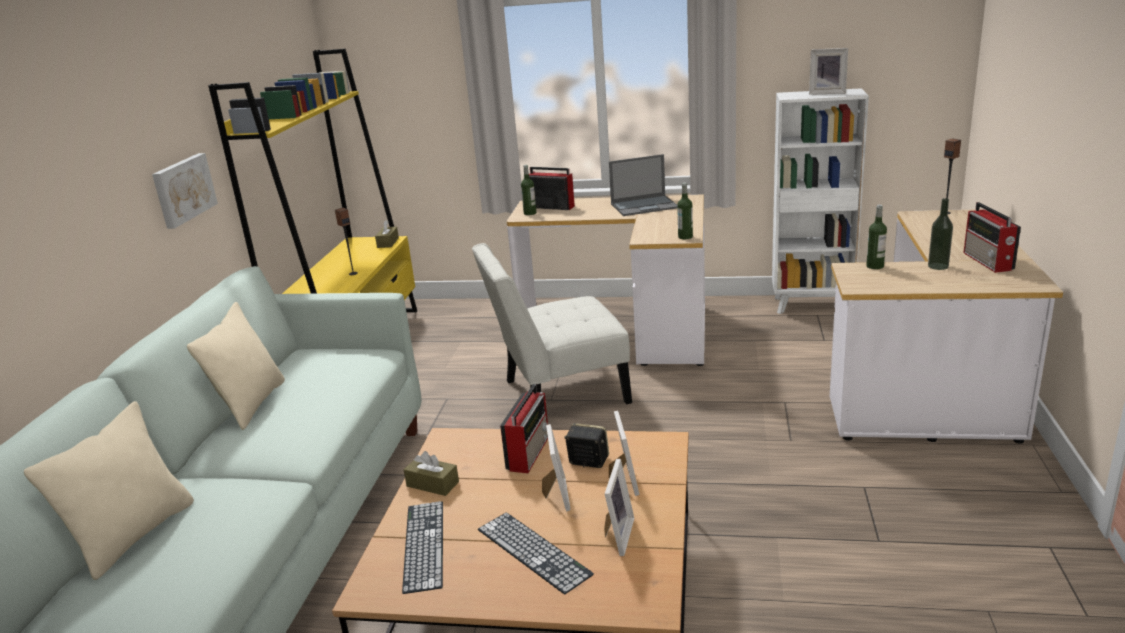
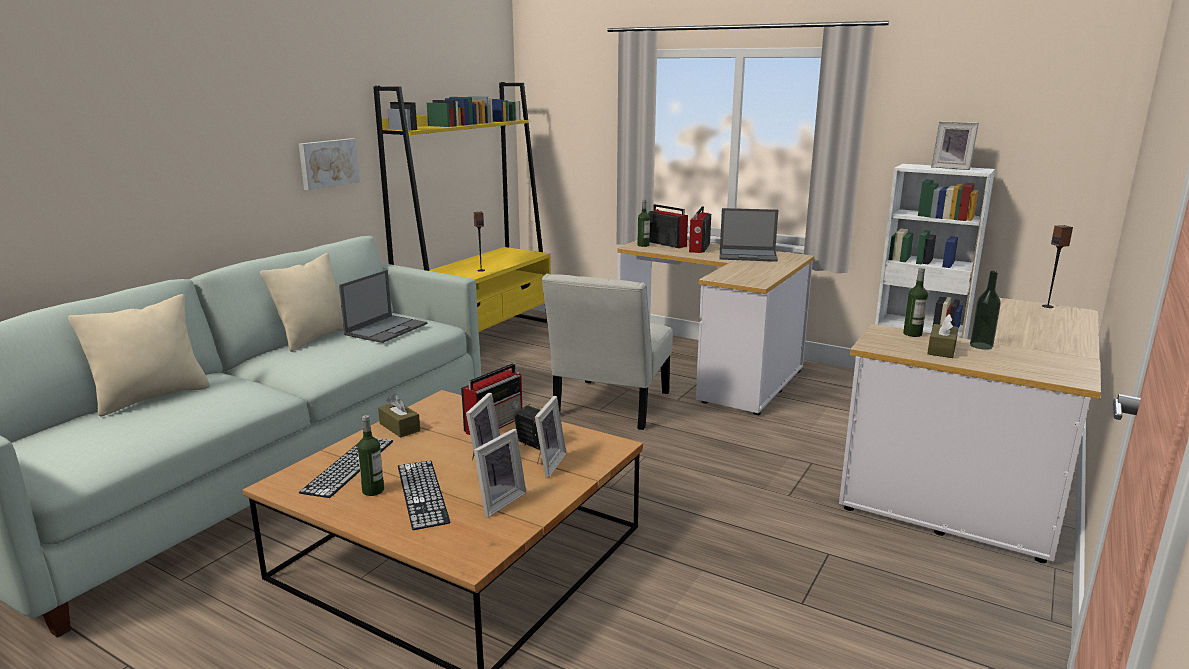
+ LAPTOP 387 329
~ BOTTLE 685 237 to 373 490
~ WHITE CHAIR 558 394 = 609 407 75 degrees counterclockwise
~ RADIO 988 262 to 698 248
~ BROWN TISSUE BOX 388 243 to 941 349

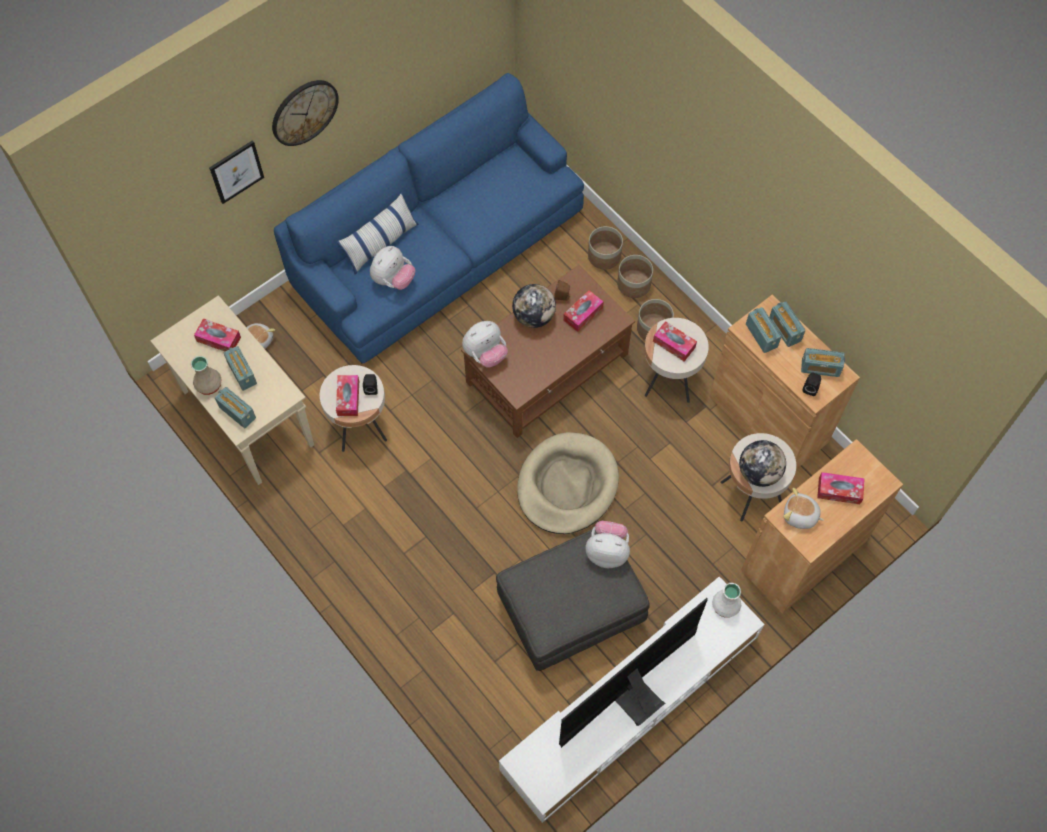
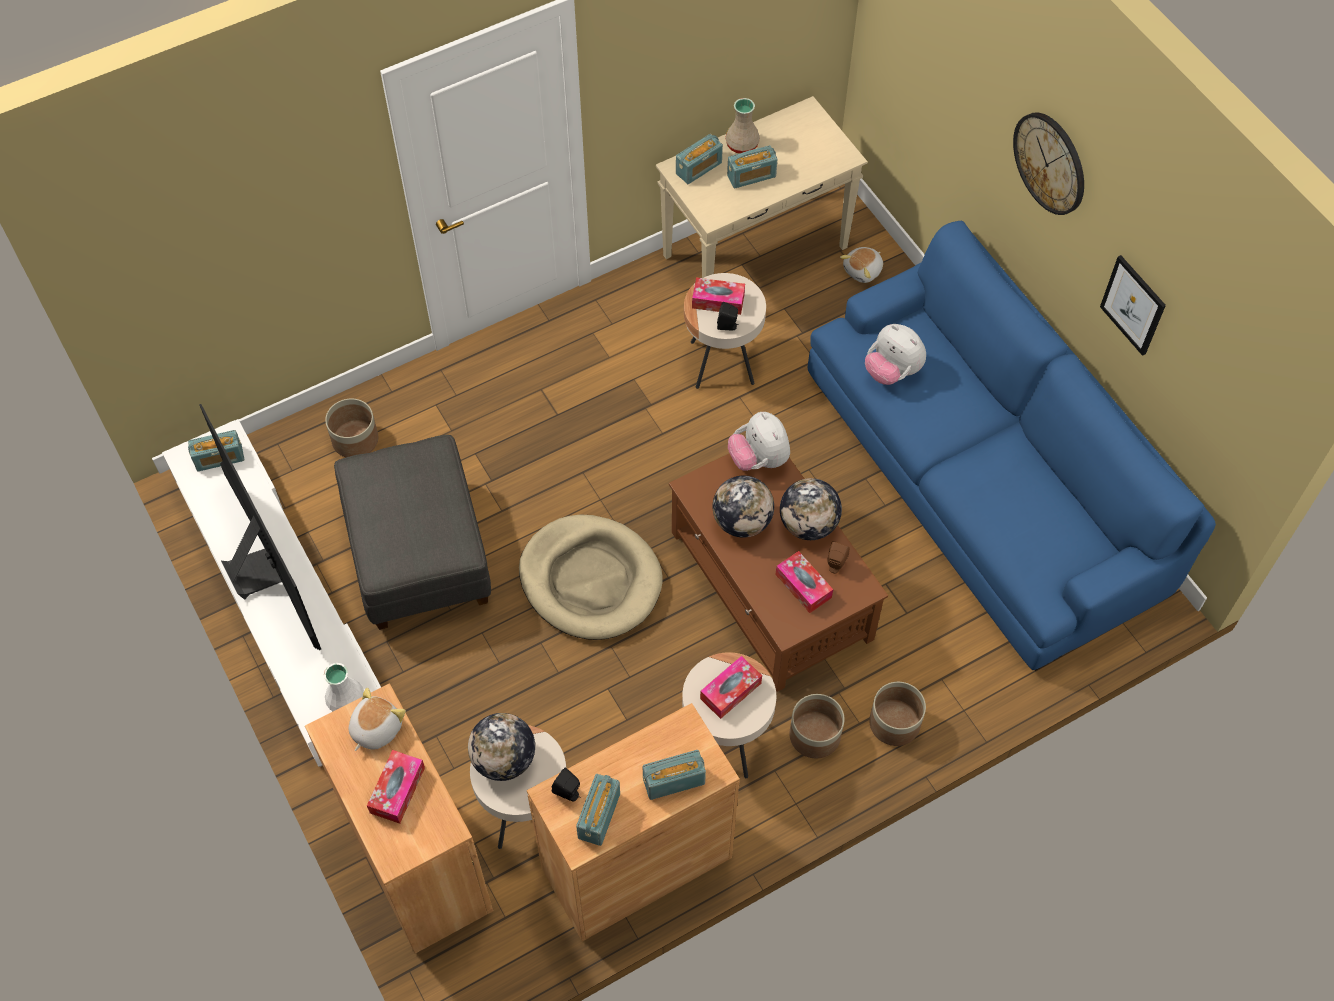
~ RADIO 761 335 to 219 458
~ PLANTER 604 256 to 355 440
+ GLOBE 742 521
~ PICTURE 236 171 to 1133 305
- TISSUE BOX 218 339
- PILLOW 380 243
- PLUSH TOY 607 551

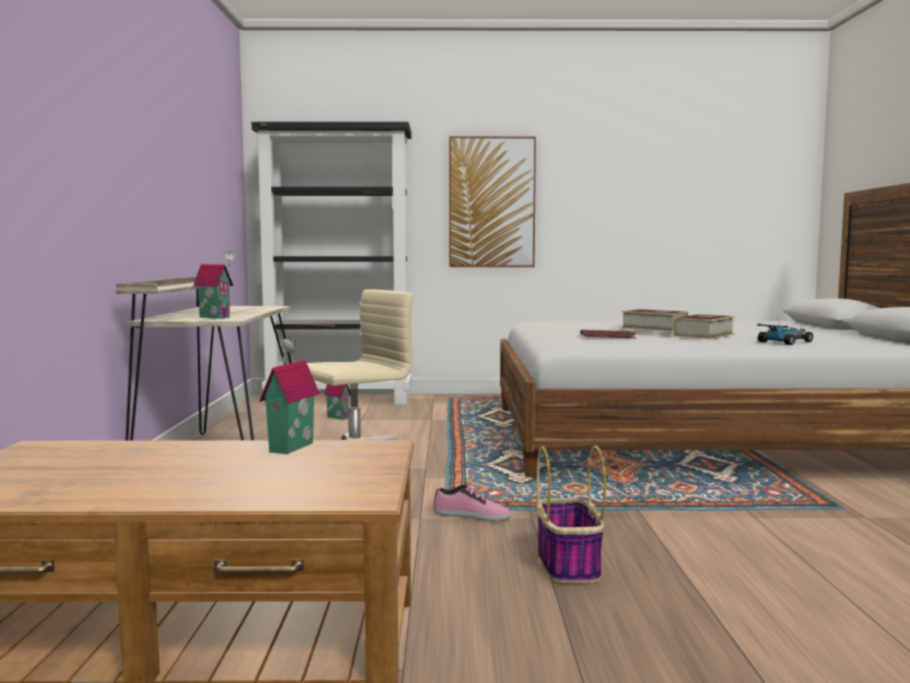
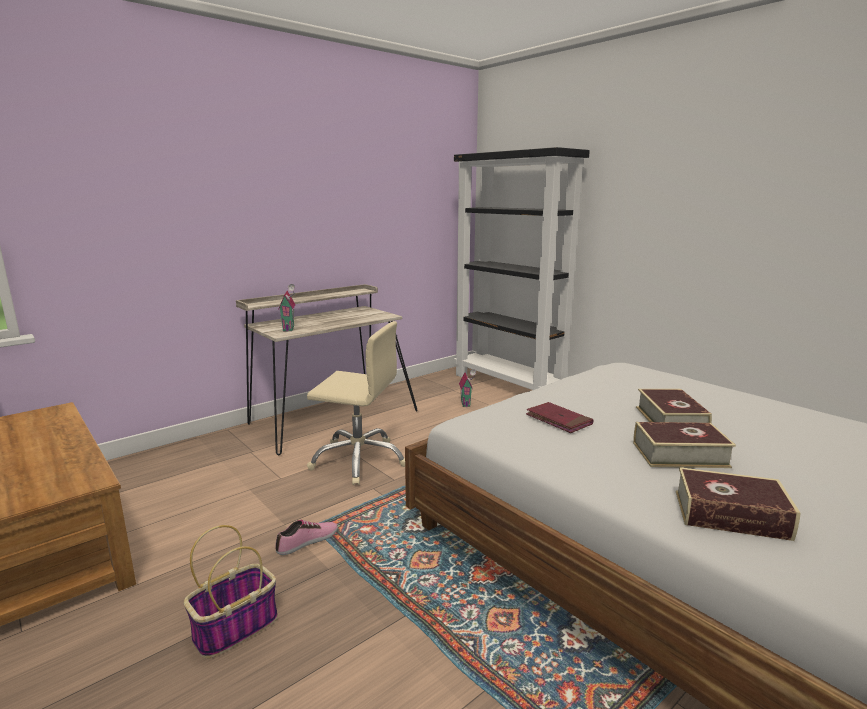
~ SHOE 471 516 = 308 541 105 degrees counterclockwise
~ TOY CAR 785 342 to BOOK 730 515
- TOY HOUSE 289 447
- PICTURE 491 202

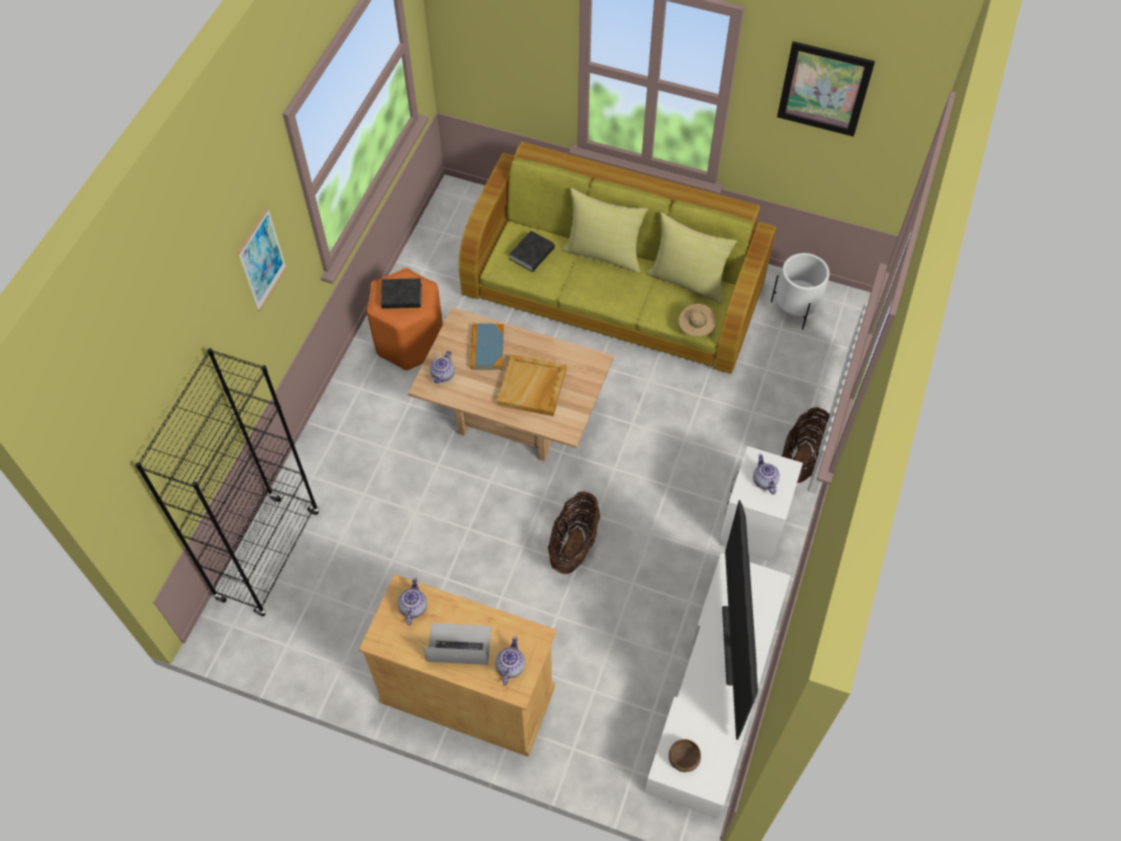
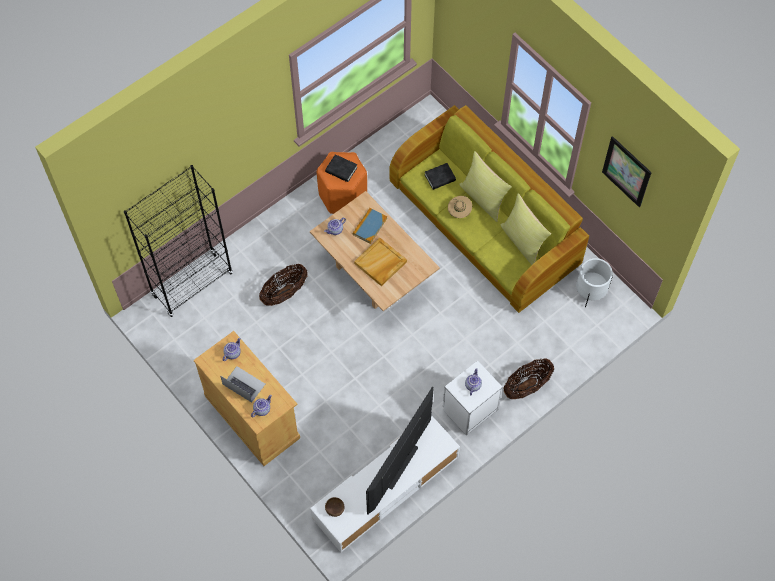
~ BASKET 573 545 to 284 292
~ BEIGE HAT 695 329 to 459 211
- PICTURE 262 259

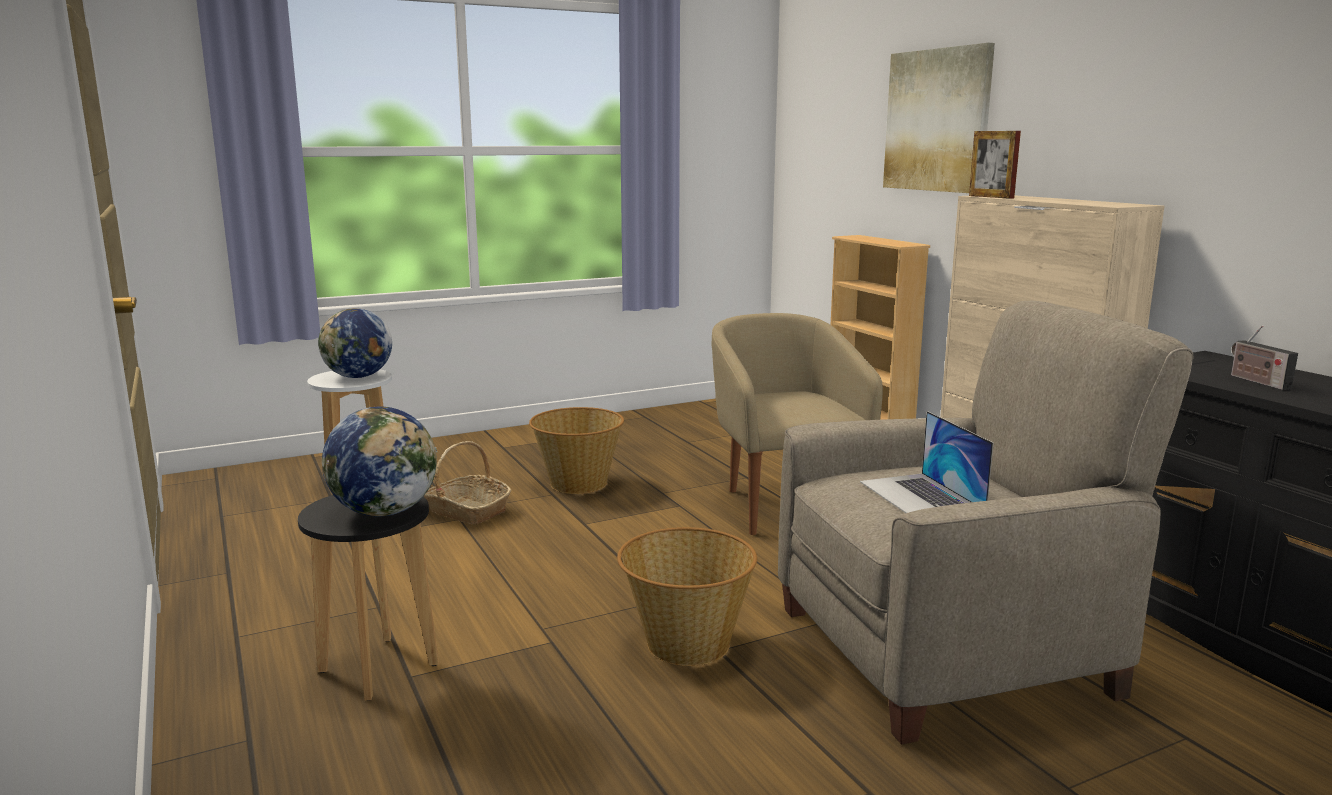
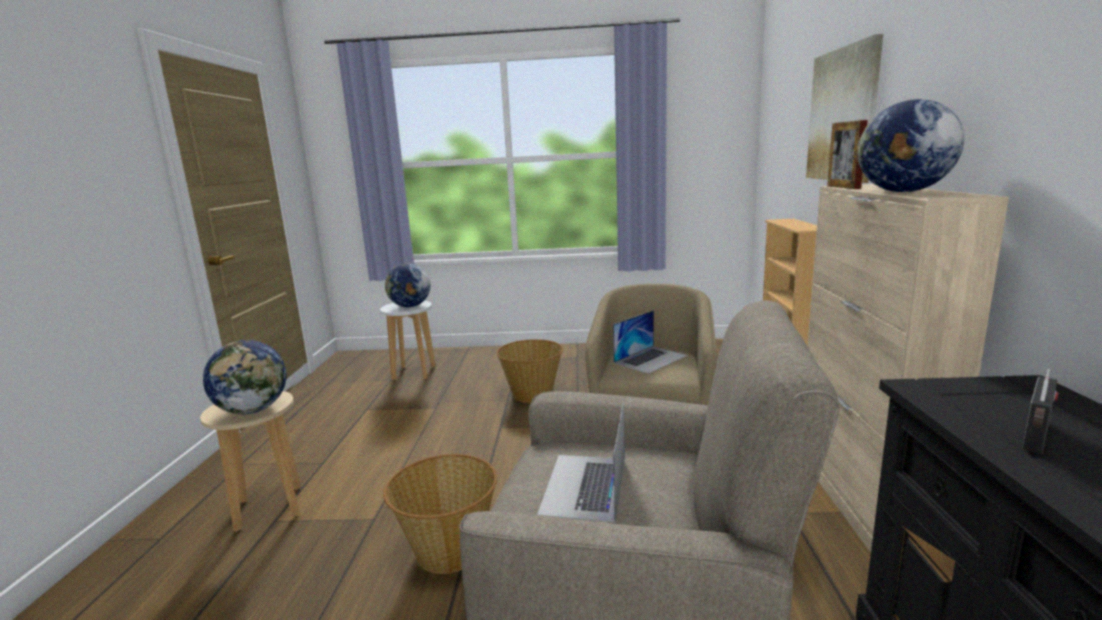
~ BLACK STOOL 378 668 to BEIGE STOOL 269 508
+ LAPTOP 650 359
+ GLOBE 902 192
~ RADIO 1256 381 = 1037 437 150 degrees counterclockwise
- BASKET 467 511

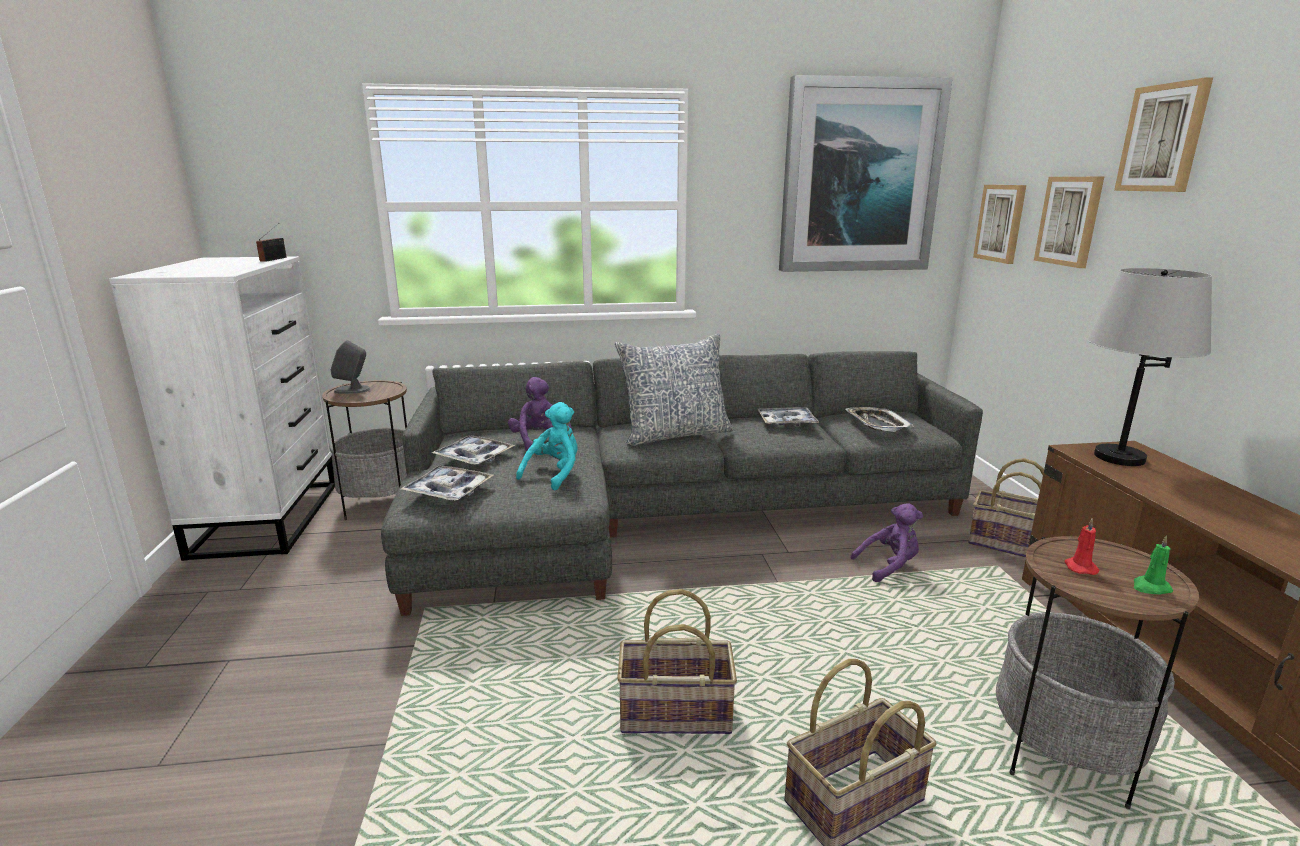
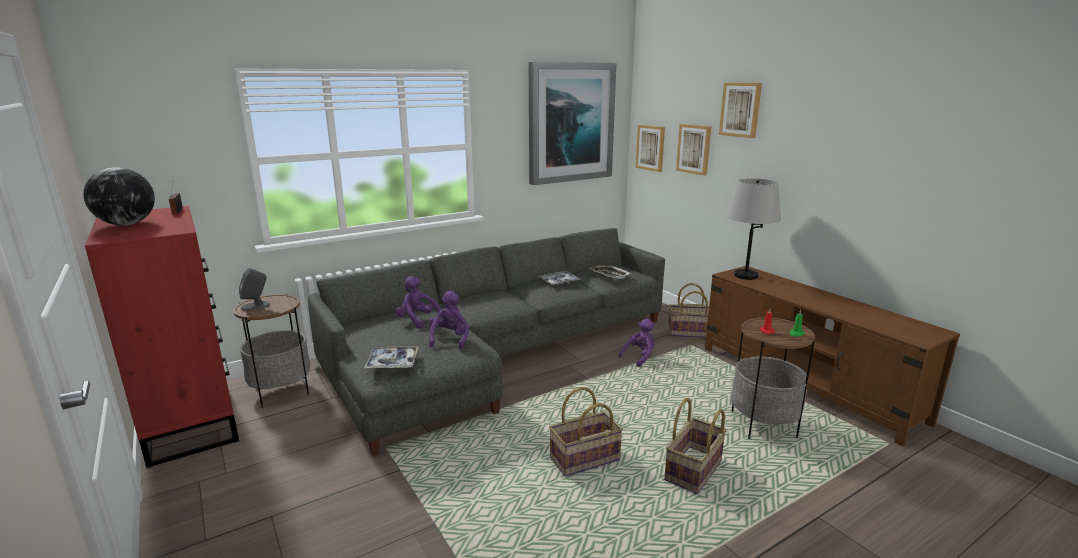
+ GLOBE 126 224
~ WHITE DRESSER 268 517 to RED DRESSER 191 420
~ TURQUOISE PLUSH TOY 554 474 to PURPLE PLUSH TOY 449 339
- TRAY 474 457
- PILLOW 675 434

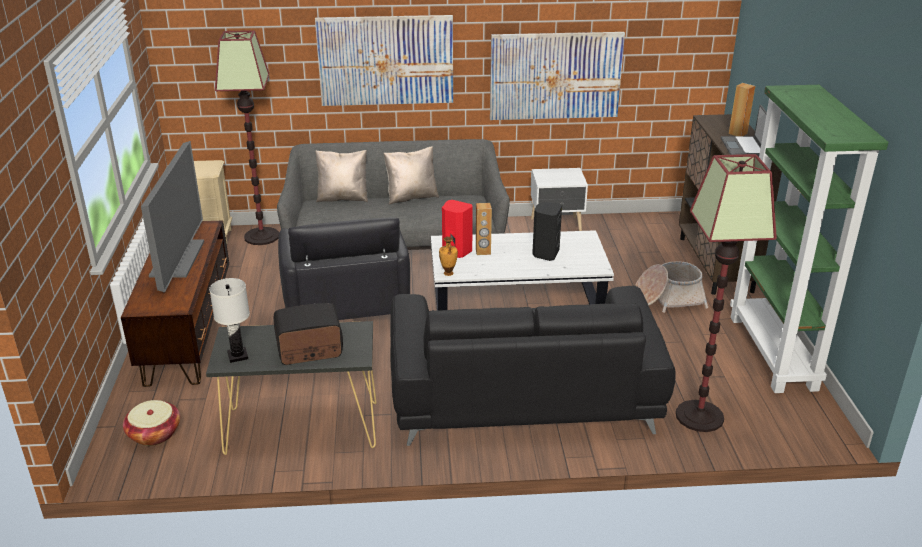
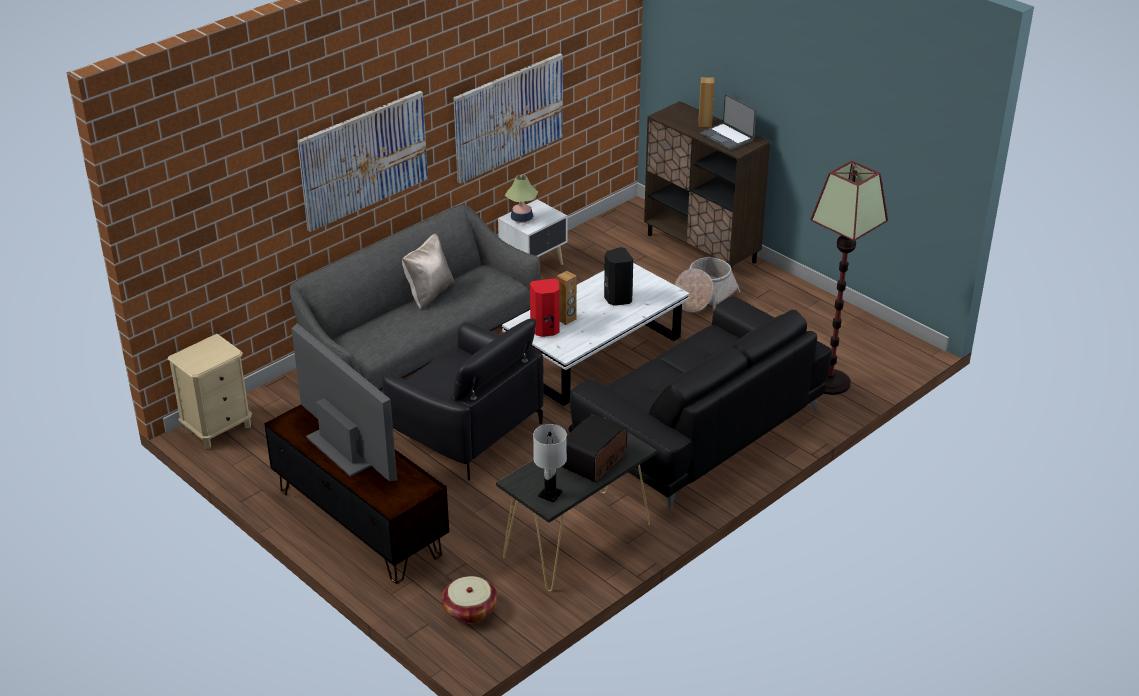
+ TABLE LAMP 521 219
- FLOOR LAMP 262 236
- BEIGE PILLOW 343 198
- VASE 448 273
- GREEN BOOKCASE 773 353

